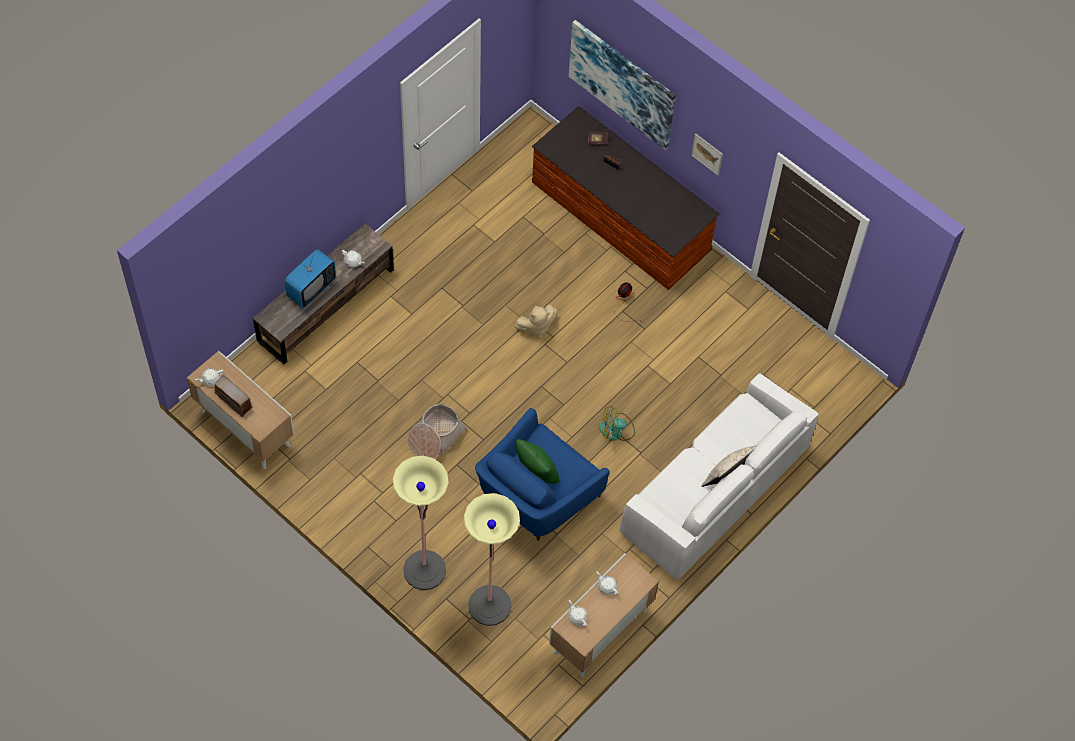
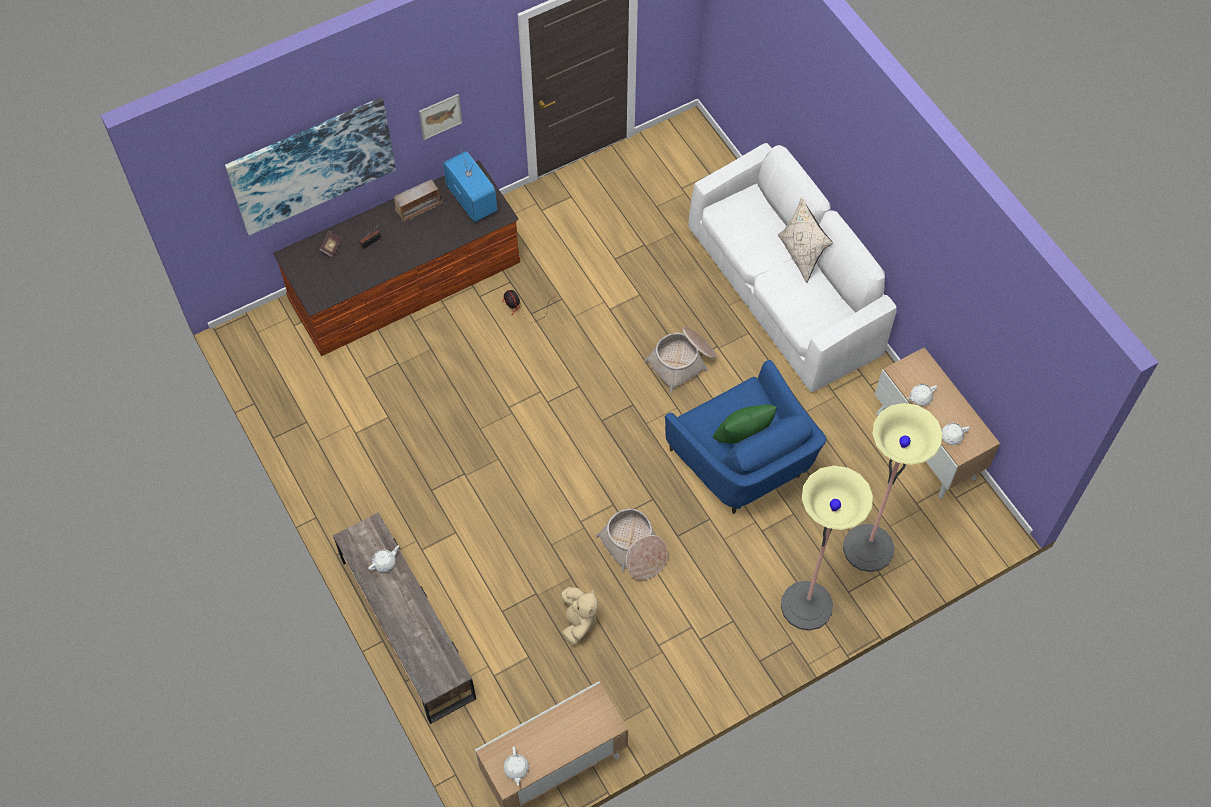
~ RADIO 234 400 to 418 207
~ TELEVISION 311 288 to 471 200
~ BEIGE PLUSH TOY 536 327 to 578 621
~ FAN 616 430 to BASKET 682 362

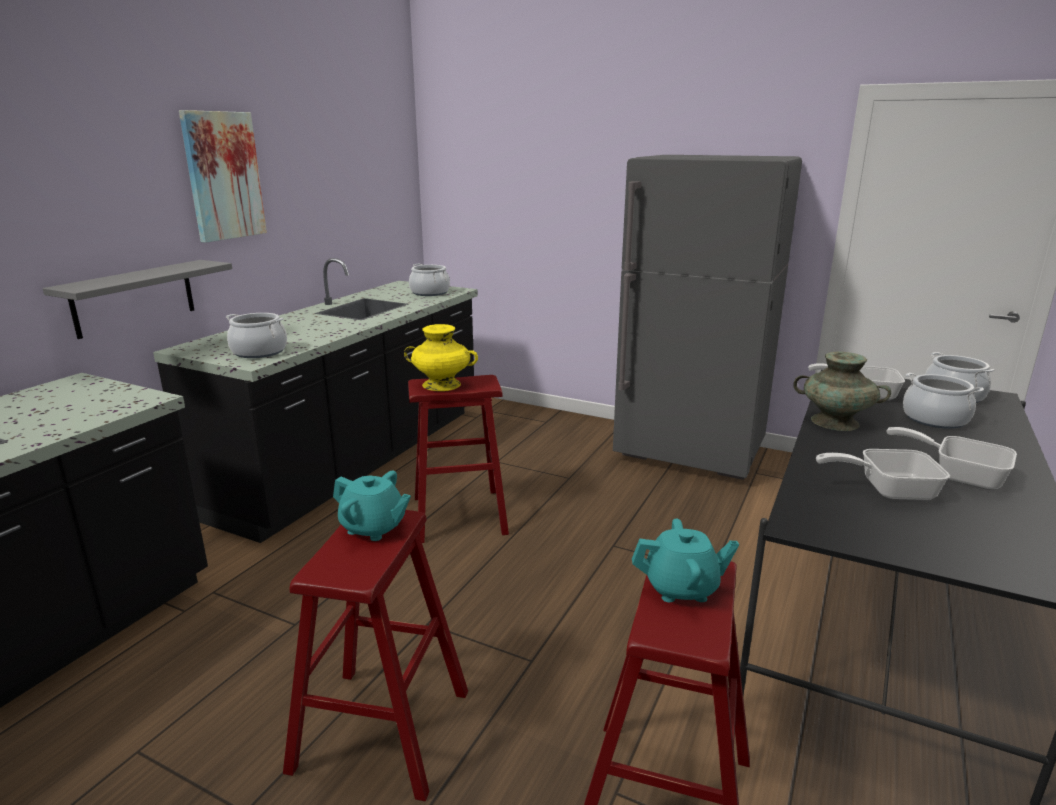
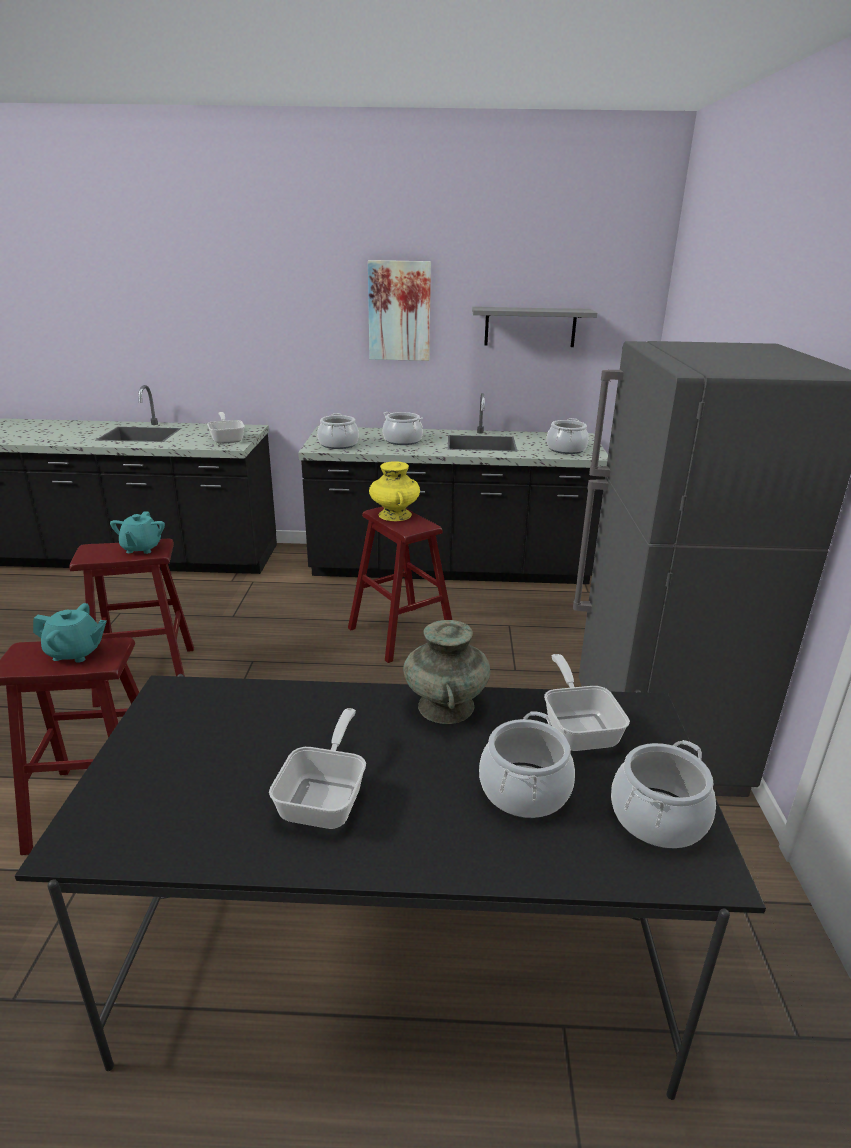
~ TURQUOISE TEAPOT 681 588 = 75 653 60 degrees counterclockwise
~ FRYING PAN 887 490 to 227 439
+ COOKING POT 402 441
~ GREY SHELF 134 298 to 530 327

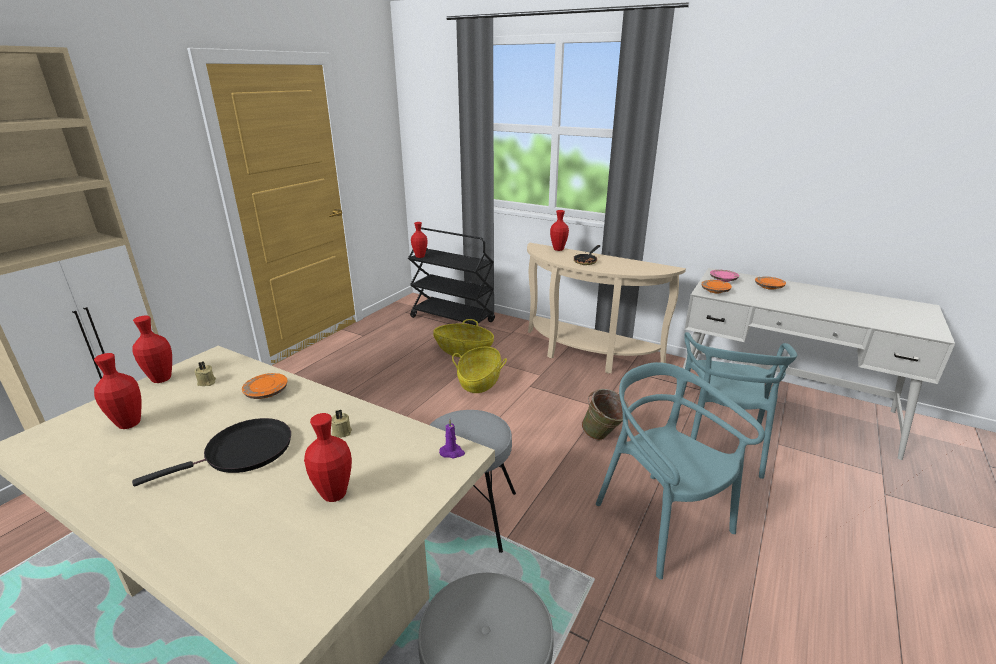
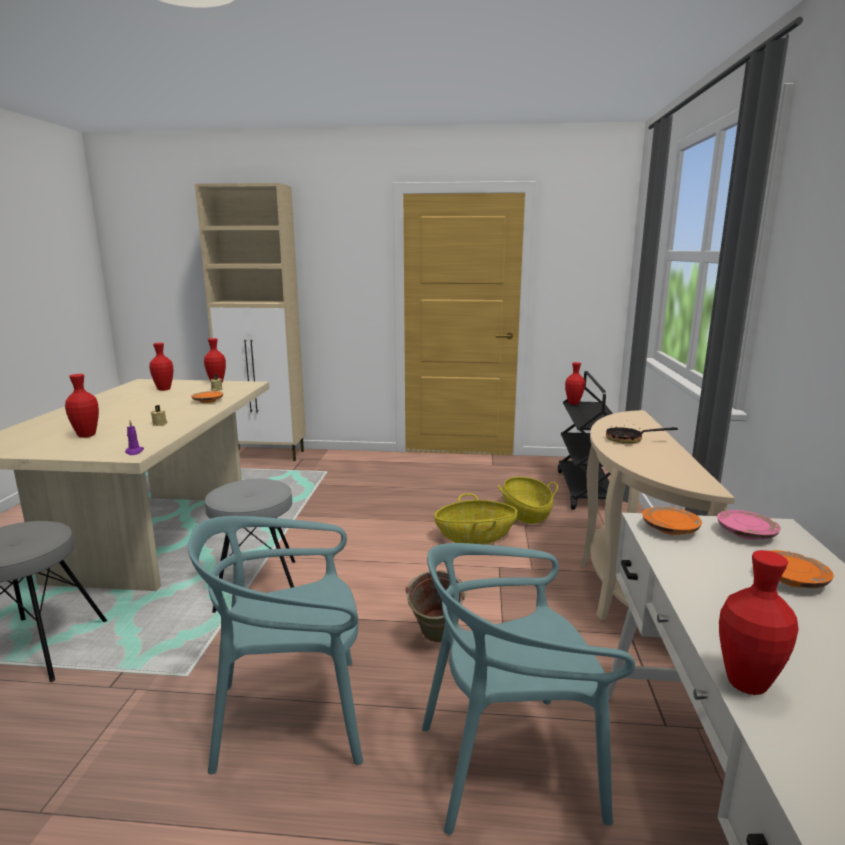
~ TURQUOISE CHAIR 661 521 = 291 716 135 degrees counterclockwise
~ RED VASE 558 249 to 746 684
- BLACK FRYING PAN 243 452

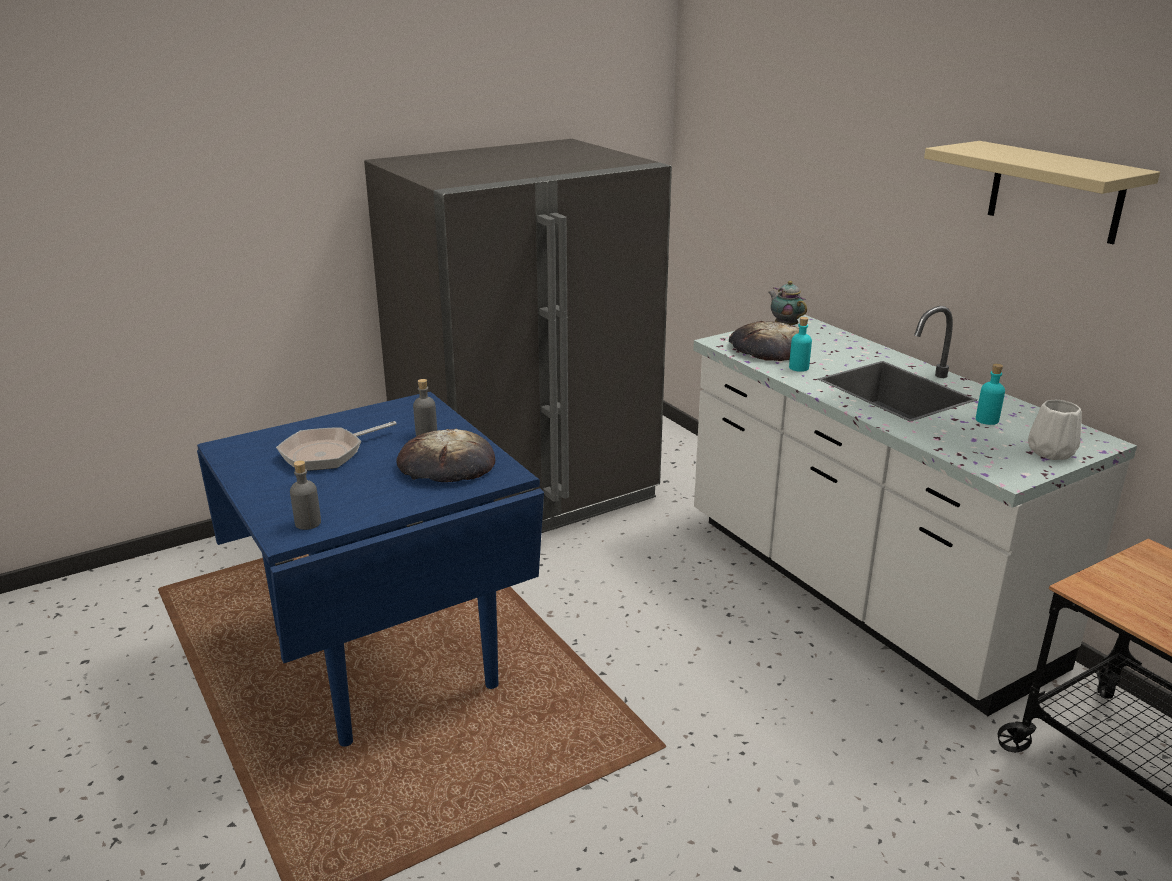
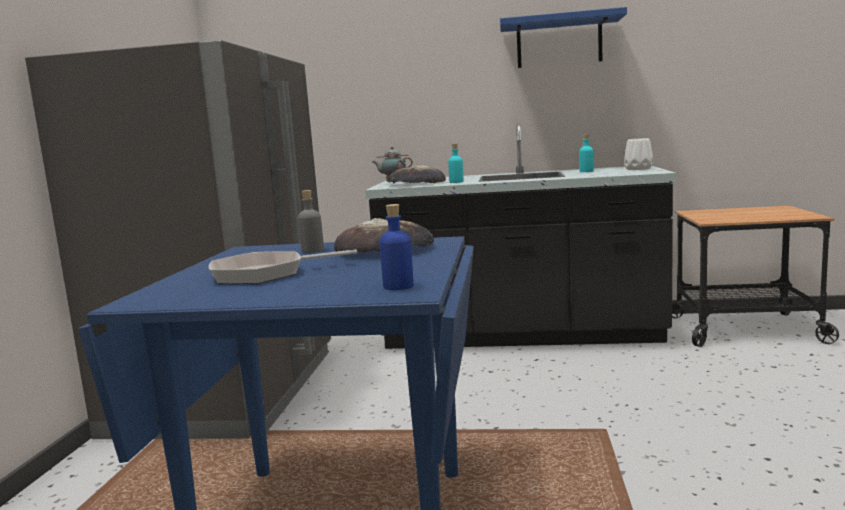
~ FRYING PAN 327 453 = 265 274 75 degrees clockwise
~ WHITE COUNTER 859 592 to BLACK COUNTER 521 335
~ GREY BOTTLE 308 523 to BLUE BOTTLE 398 286
~ BEIGE SHELF 1055 192 to BLUE SHELF 559 42

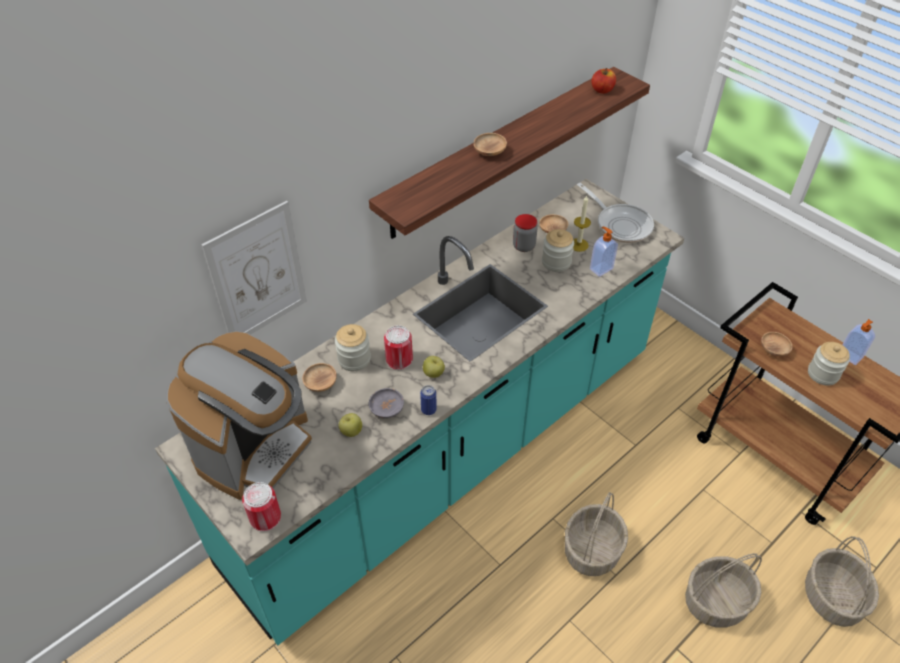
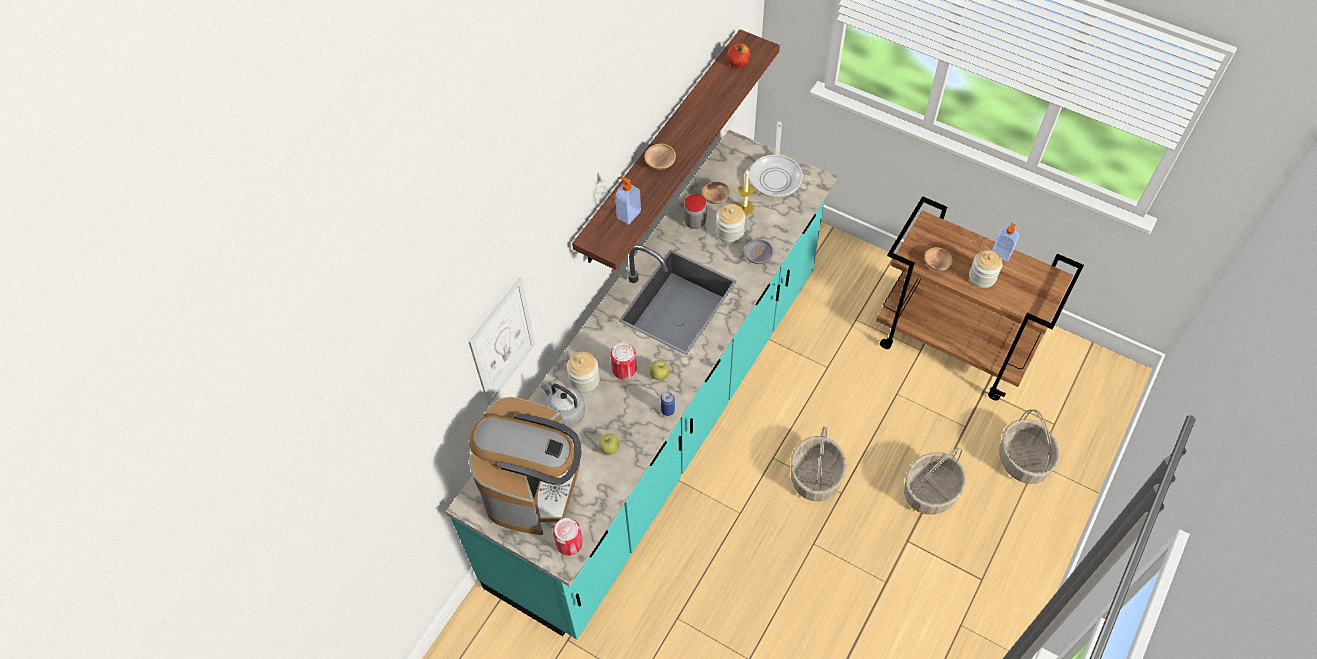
~ BROWN BOWL 320 384 to GREY KETTLE 564 411
~ SOAP DISPENSER 600 268 to 628 214
~ GREY BOWL 387 409 to 758 256
~ FRYING PAN 620 224 = 776 175 60 degrees clockwise

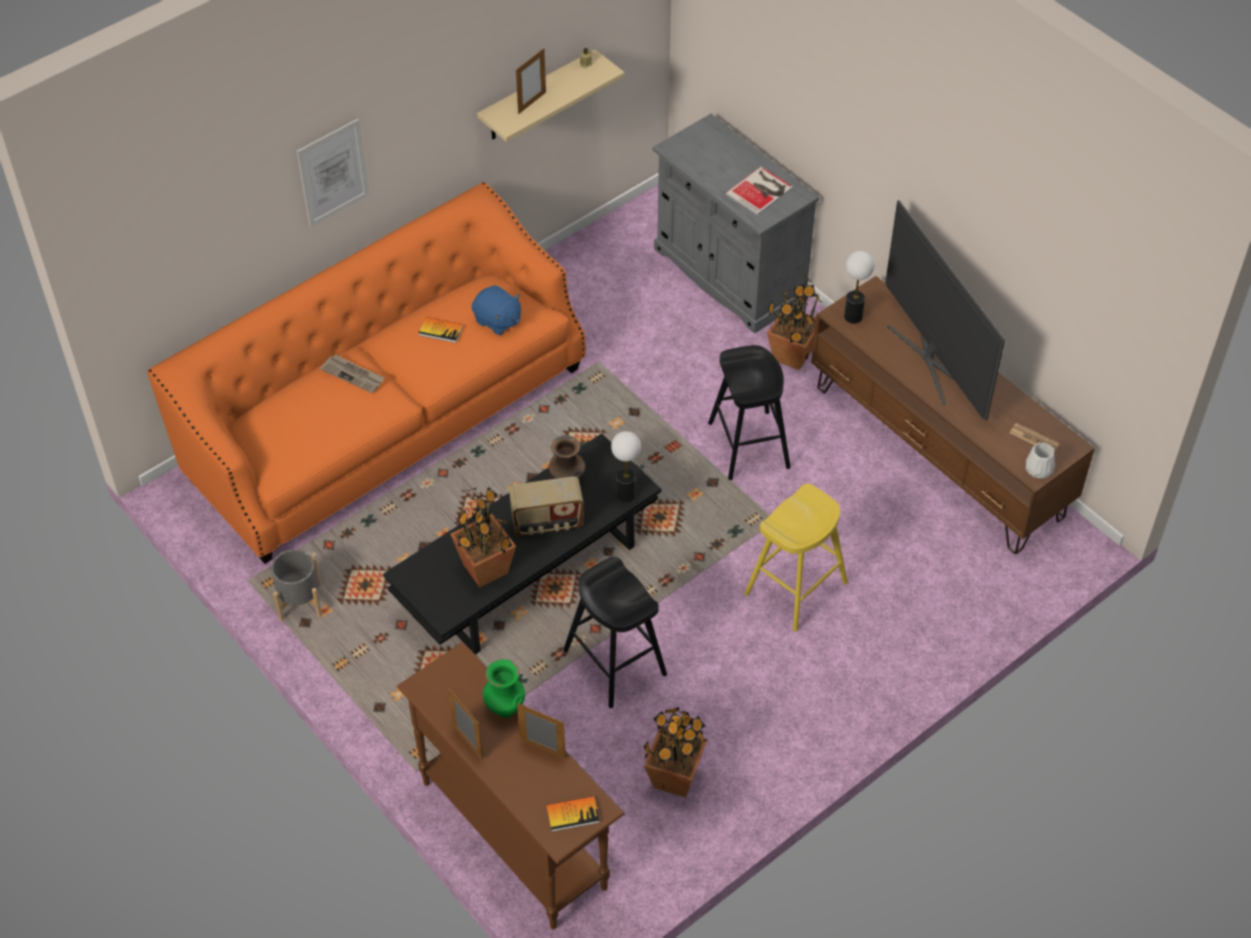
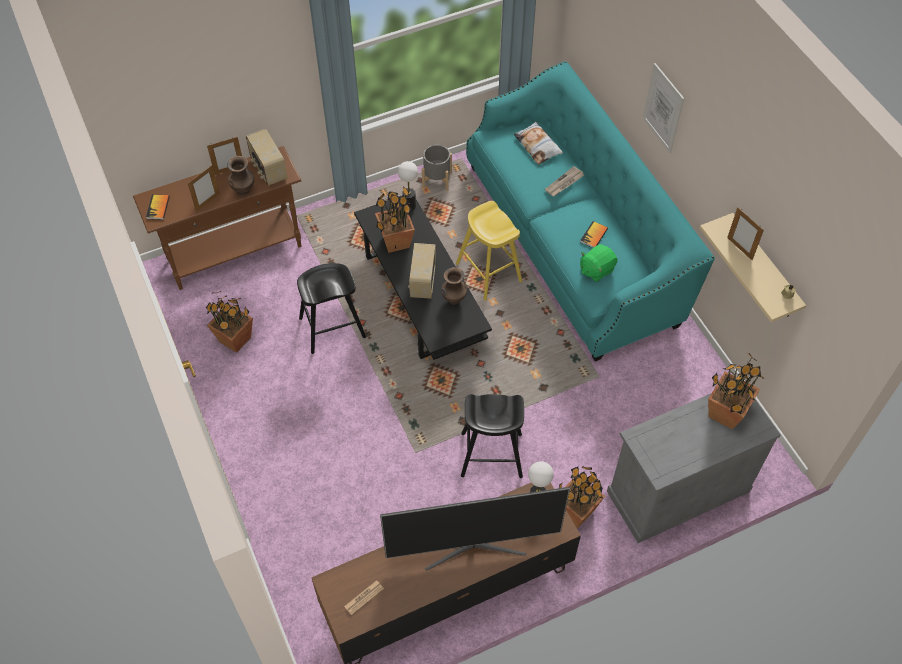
~ GREEN VASE 504 708 to BROWN VASE 243 190
+ RADIO 268 169
~ TABLE LAMP 626 494 to 409 206
~ YELLOW STOOL 796 588 to 488 272
~ ORANGE SOFA 385 420 to TURQUOISE SOFA 573 242
+ PILLOW 537 146
~ BLUE PLUSH TOY 497 321 to GREEN PLUSH TOY 596 269
+ POTTED PLANT 725 413
- BOOK 761 191
- WHITE VASE 1039 470

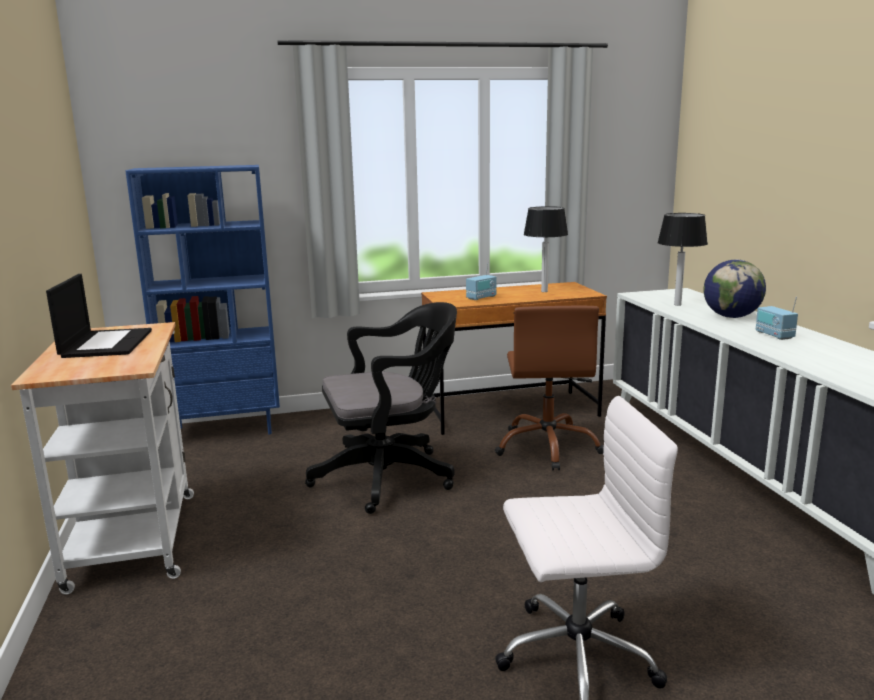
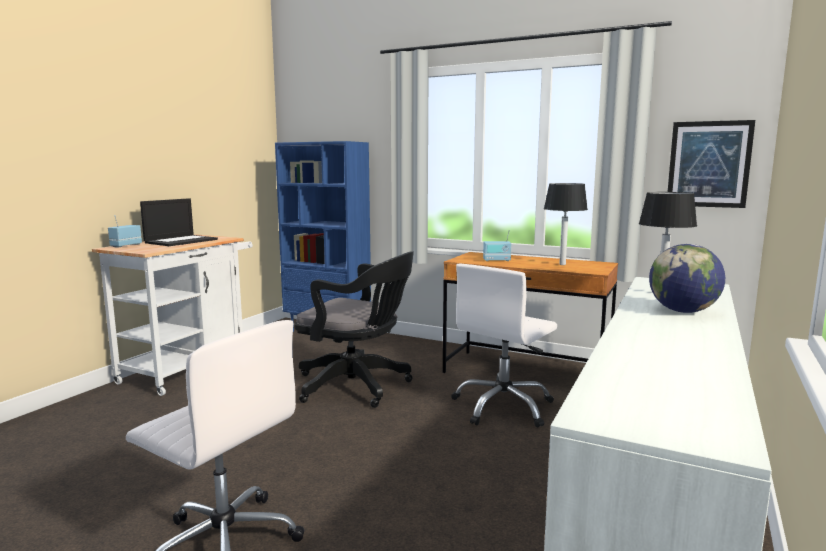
~ RADIO 774 335 to 126 245
~ BROWN OFFICE CHAIR 548 447 to WHITE OFFICE CHAIR 503 407
+ PICTURE 708 164

